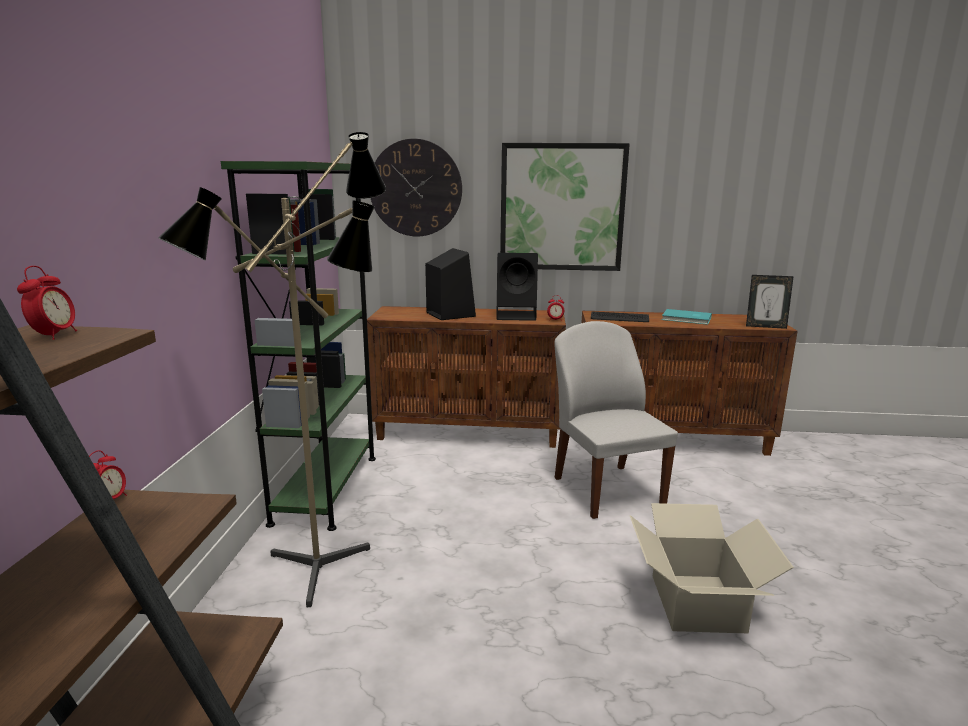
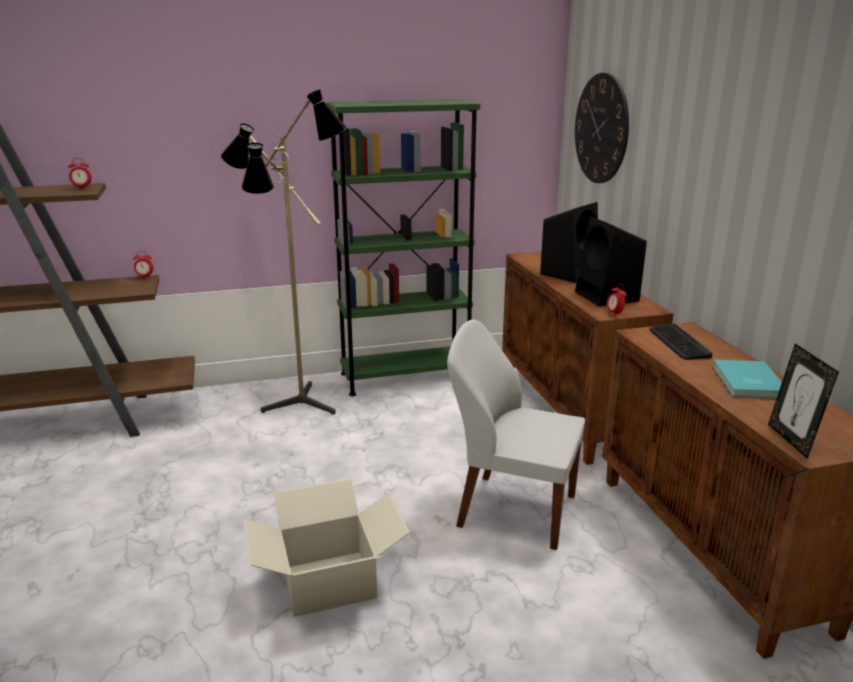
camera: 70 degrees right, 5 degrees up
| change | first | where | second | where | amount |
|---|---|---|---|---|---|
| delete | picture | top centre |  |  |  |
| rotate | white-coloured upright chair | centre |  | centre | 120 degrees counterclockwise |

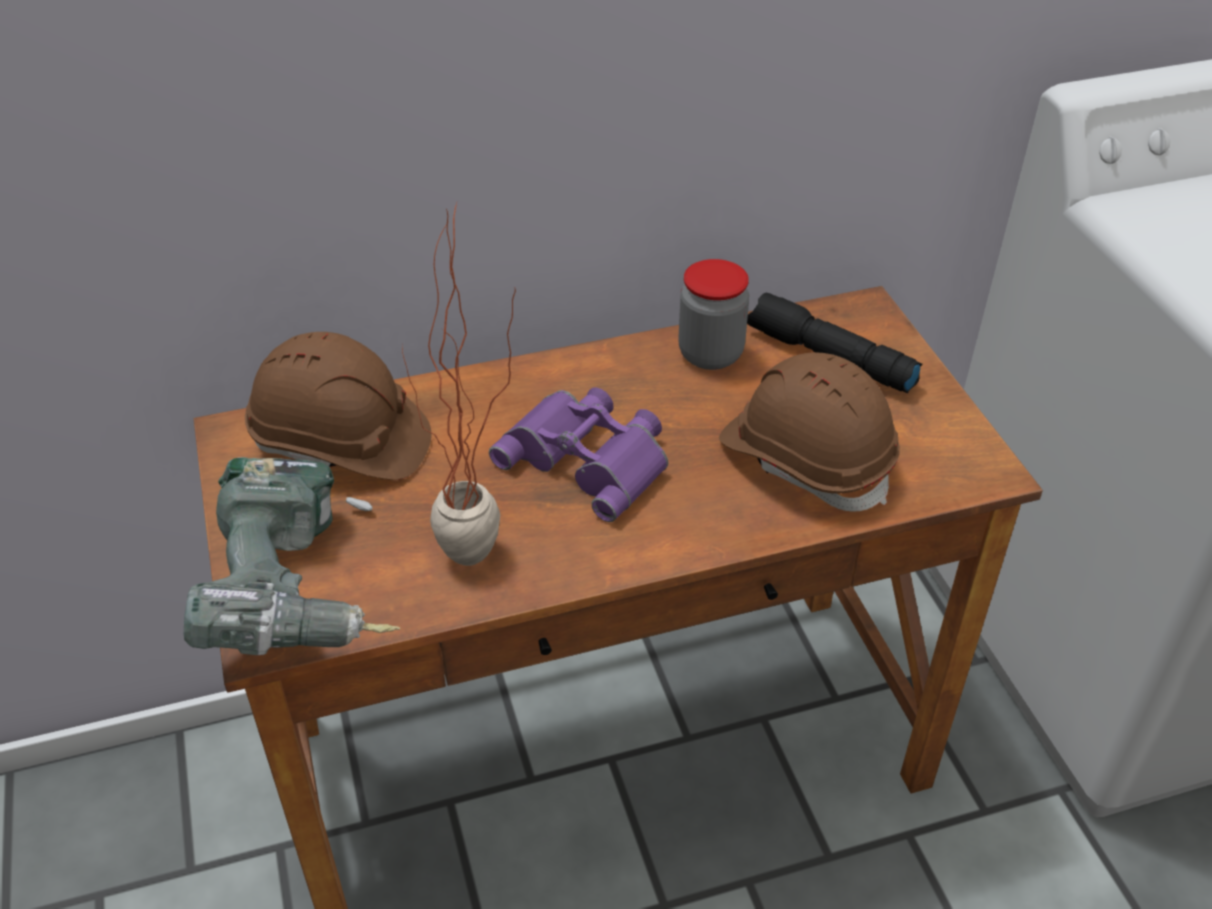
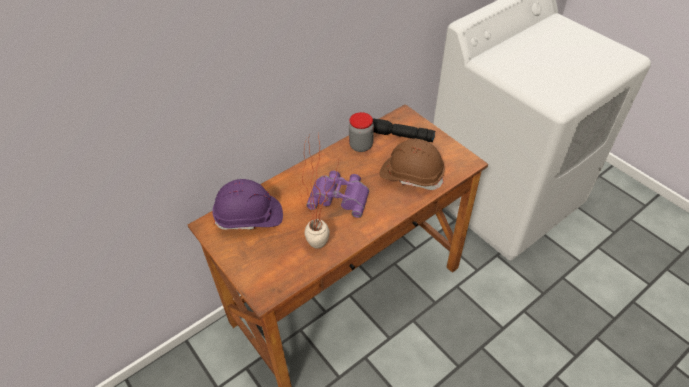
camera: 20 degrees left, 5 degrees up
| change | first | where | second | where | amount |
|---|---|---|---|---|---|
| recolor | brown work helmet (1st from left) | middle left | purple-coloured work helmet | centre |  |
| delete | drill | middle left |  |  |  |

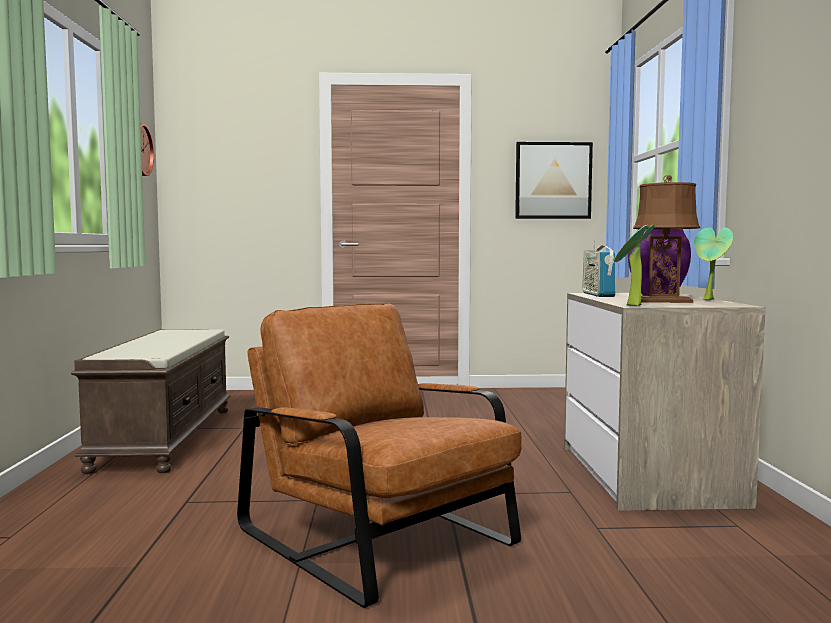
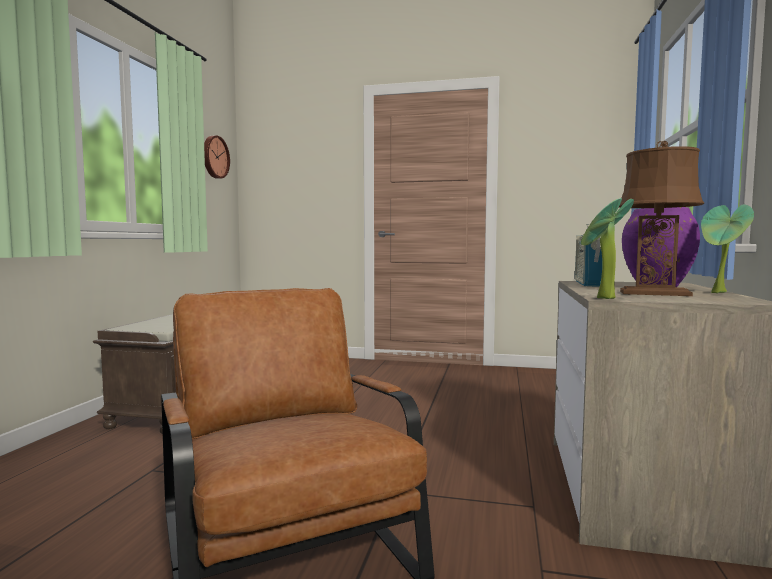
camera: 15 degrees right, 0 degrees up
| change | first | where | second | where | amount |
|---|---|---|---|---|---|
| delete | picture | top right |  |  |  |

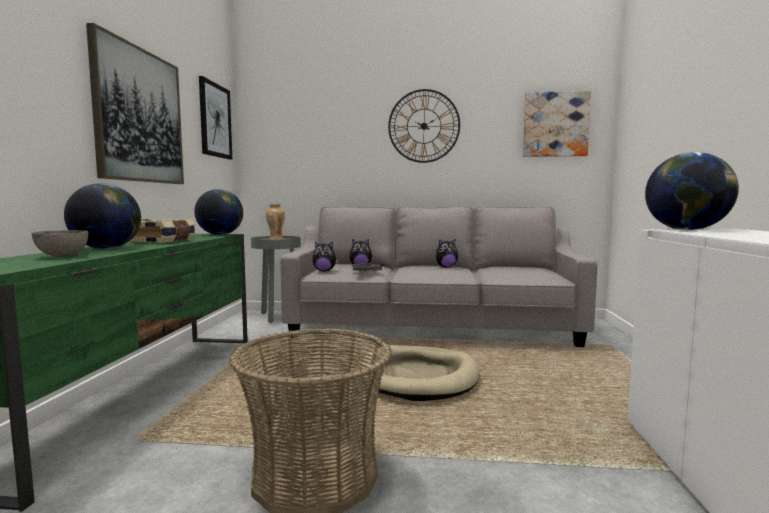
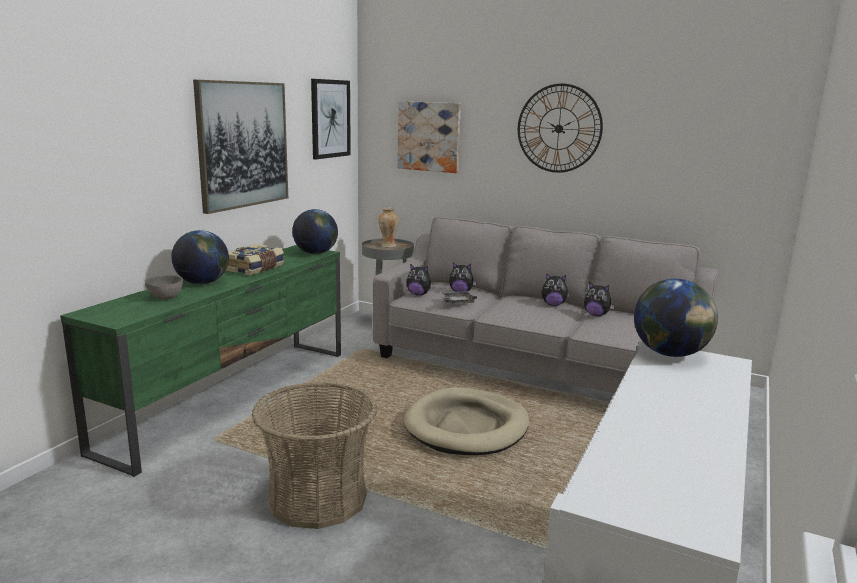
camera: 20 degrees right, 10 degrees up
| change | first | where | second | where | amount |
|---|---|---|---|---|---|
| move | picture (3rd from left) | top right |  | top centre |  |
| insert |  |  | cuddly toy (4th from left) | middle right |  |

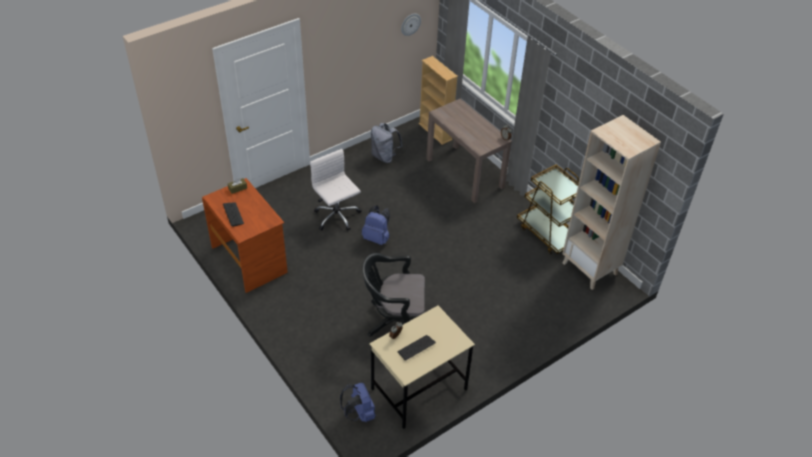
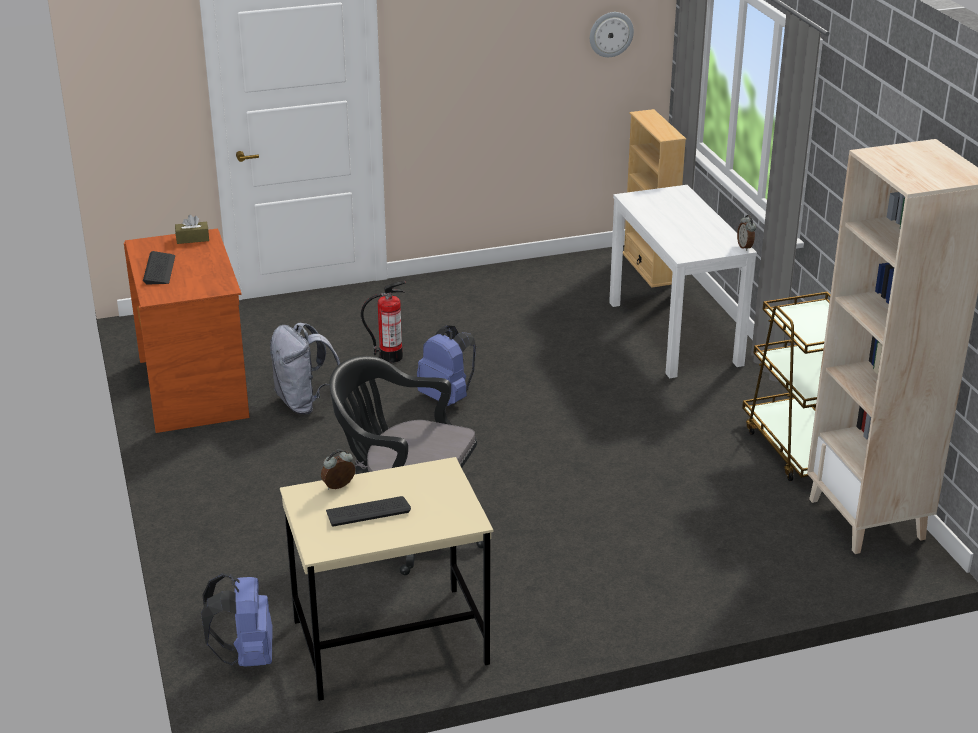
camera: 20 degrees right, 15 degrees down
| change | first | where | second | where | amount |
|---|---|---|---|---|---|
| recolor | brown hall table | top centre | white-coloured hall table | middle right |  |
| move | grey rucksack | top centre |  | middle left |  |
| replace | white-coloured computer chair | centre | extinguisher | centre |  |

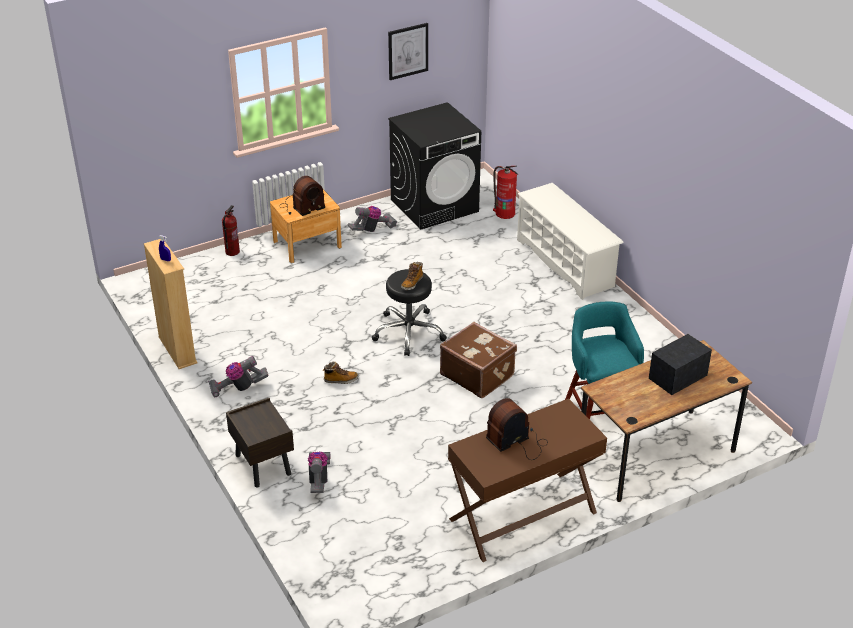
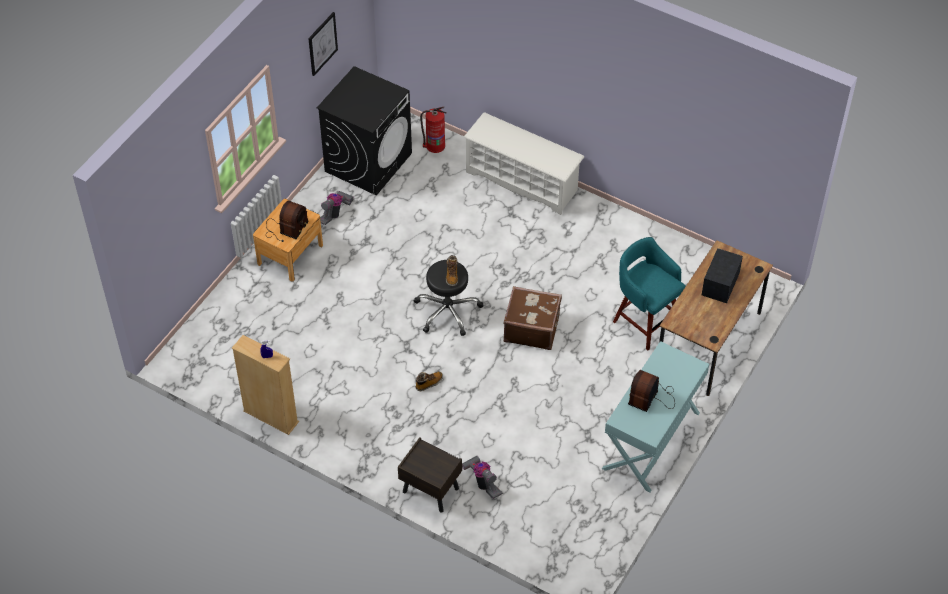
camera: 30 degrees left, 15 degrees up
| change | first | where | second | where | amount |
|---|---|---|---|---|---|
| delete | extinguisher (1st from left) | middle left |  |  |  |
| delete | vacuum cleaner (1st from left) | middle left |  |  |  |
| recolor | brown hall table | bottom centre | turquoise hall table | bottom right |  |

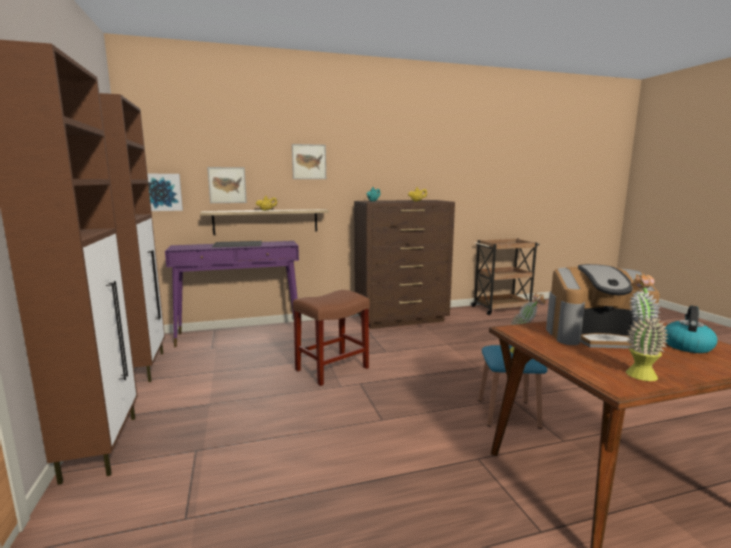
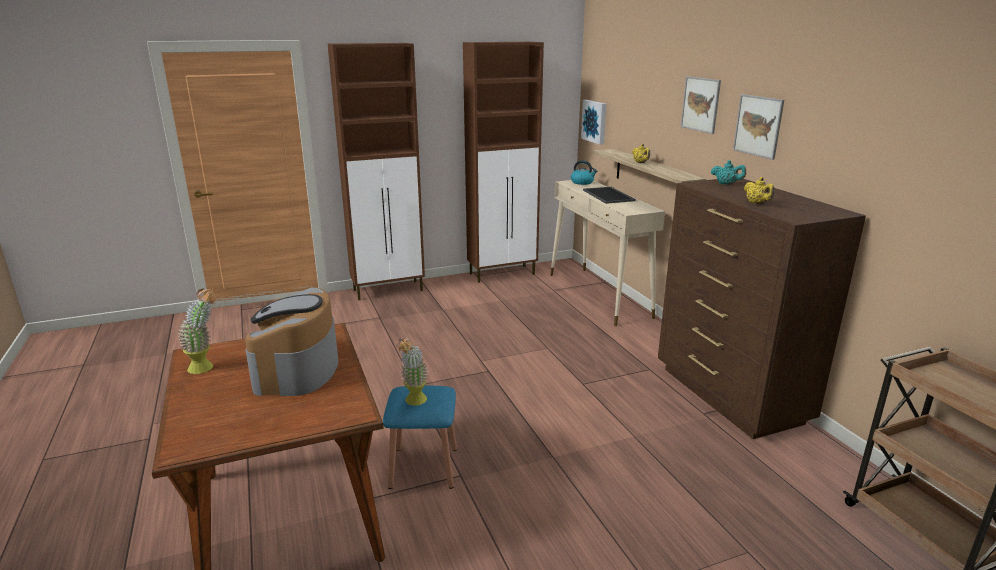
camera: 85 degrees right, 10 degrees up
| change | first | where | second | where | amount |
|---|---|---|---|---|---|
| move | picture (2nd from left in the first image) | middle left | picture (3rd from left) | top right |  |
| recolor | purple-coloured hall table | middle left | sand-coloured hall table | centre |  |
| delete | brown stool | centre |  |  |  |
| move | kettle | middle right |  | top centre |  |

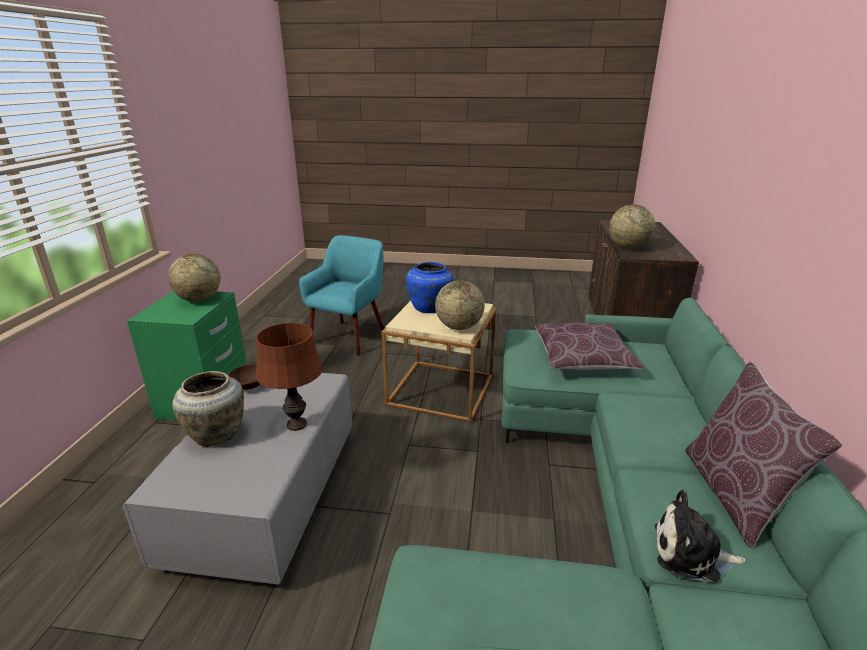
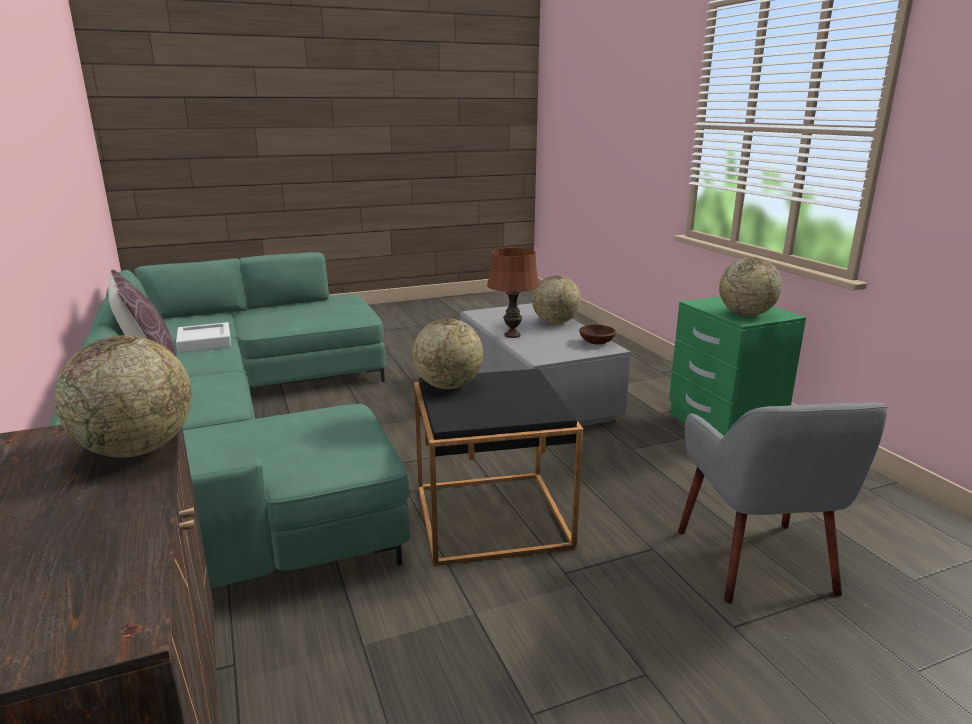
camera: 150 degrees right, 5 degrees down
| change | first | where | second | where | amount |
|---|---|---|---|---|---|
| recolor | turquoise easy chair | centre | grey easy chair | bottom right |  |
| delete | blue vase | centre |  |  |  |
| recolor | sand-coloured end table | centre | black-coloured end table | centre |  |
| delete | brown throw pillow (1st from left) | middle right |  |  |  |
| replace | sand-coloured vase | middle left | desk globe (3rd from left) | centre |  |
| replace | cuddly toy | bottom right | grey carrying tray | middle left |  |

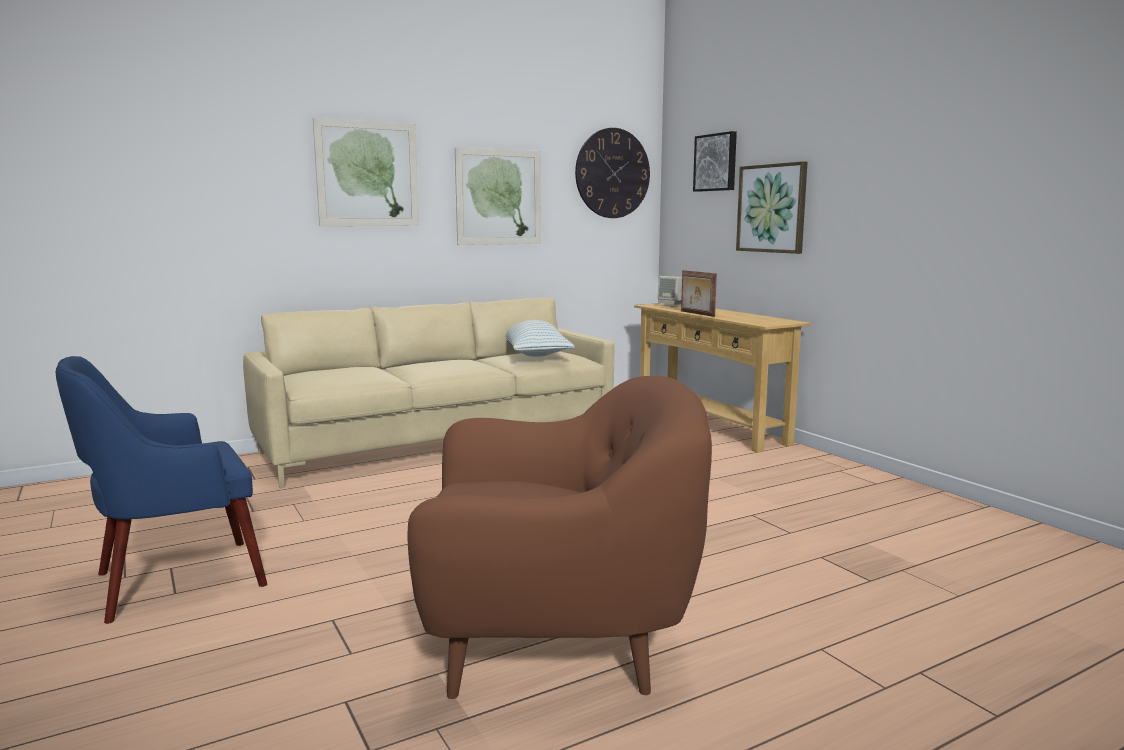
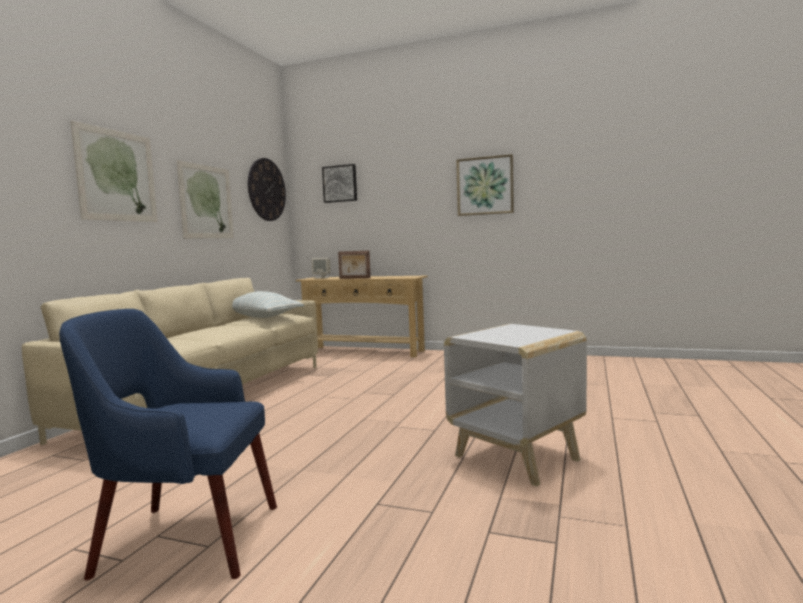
camera: 40 degrees left, 5 degrees down
| change | first | where | second | where | amount |
|---|---|---|---|---|---|
| move | picture (4th from left) | top right |  | top centre |  |
| rotate | blue easy chair | middle left |  | bottom left | 75 degrees clockwise |
| replace | brown easy chair | bottom centre | white-coloured end table | bottom centre |  |

